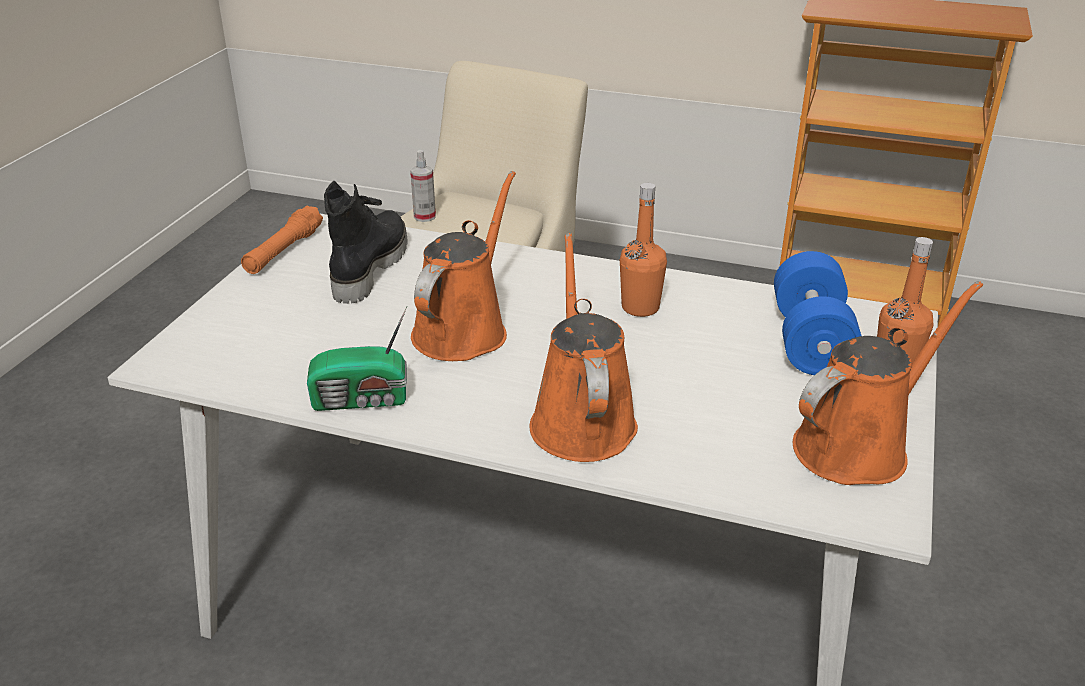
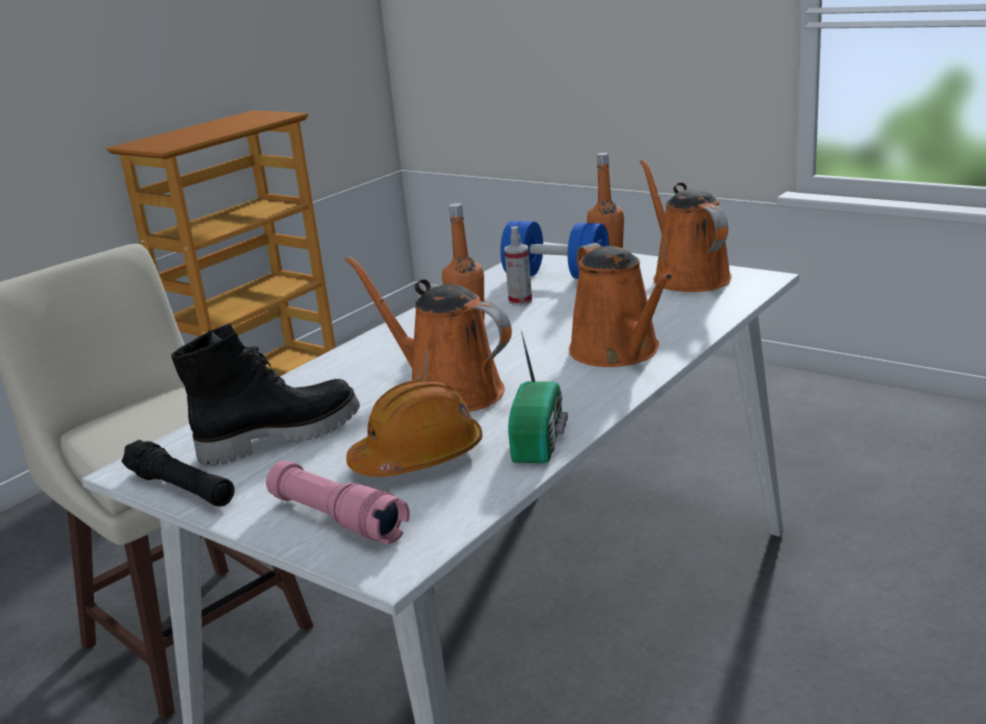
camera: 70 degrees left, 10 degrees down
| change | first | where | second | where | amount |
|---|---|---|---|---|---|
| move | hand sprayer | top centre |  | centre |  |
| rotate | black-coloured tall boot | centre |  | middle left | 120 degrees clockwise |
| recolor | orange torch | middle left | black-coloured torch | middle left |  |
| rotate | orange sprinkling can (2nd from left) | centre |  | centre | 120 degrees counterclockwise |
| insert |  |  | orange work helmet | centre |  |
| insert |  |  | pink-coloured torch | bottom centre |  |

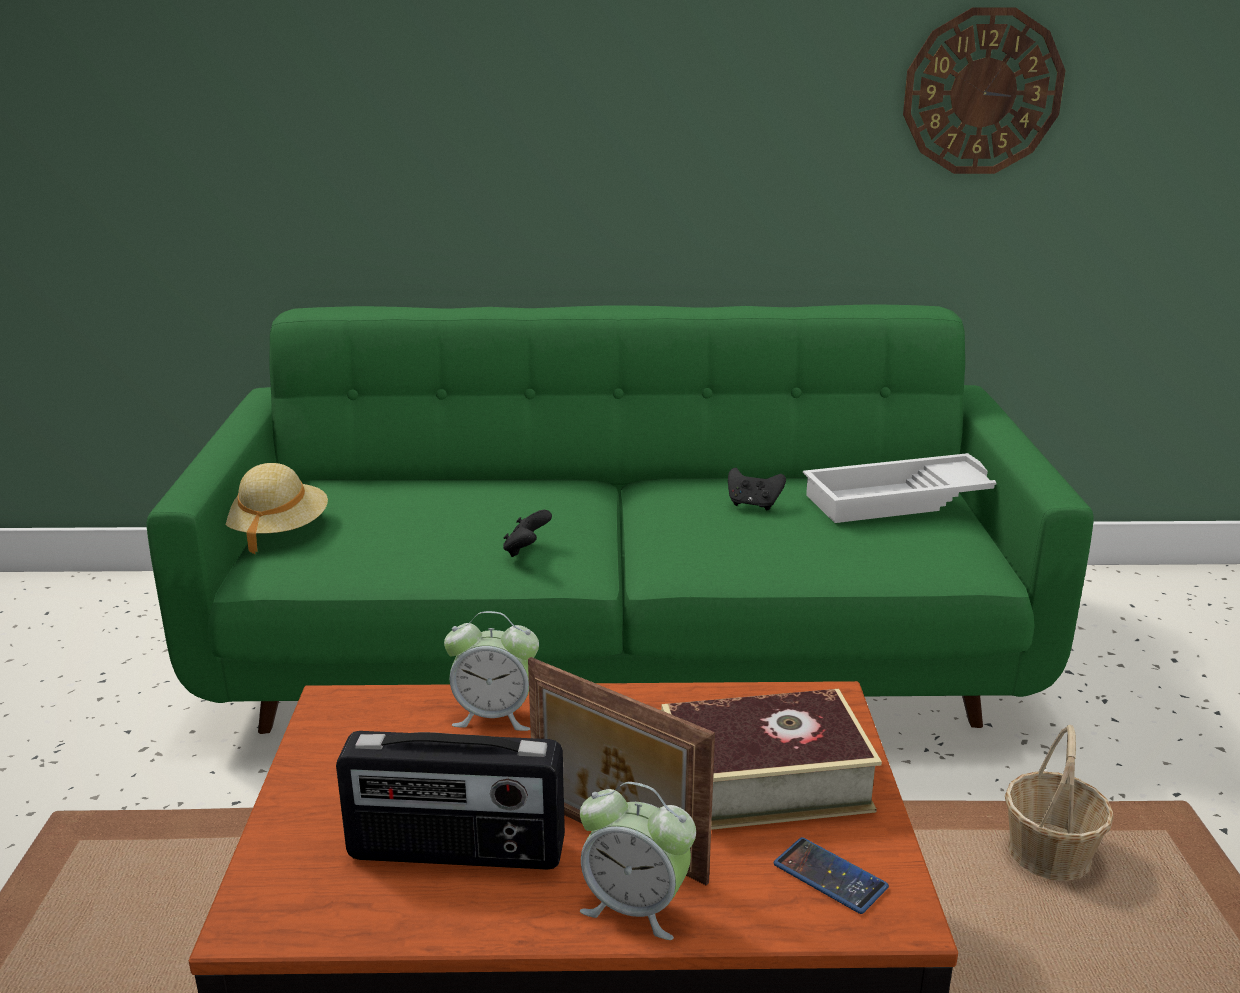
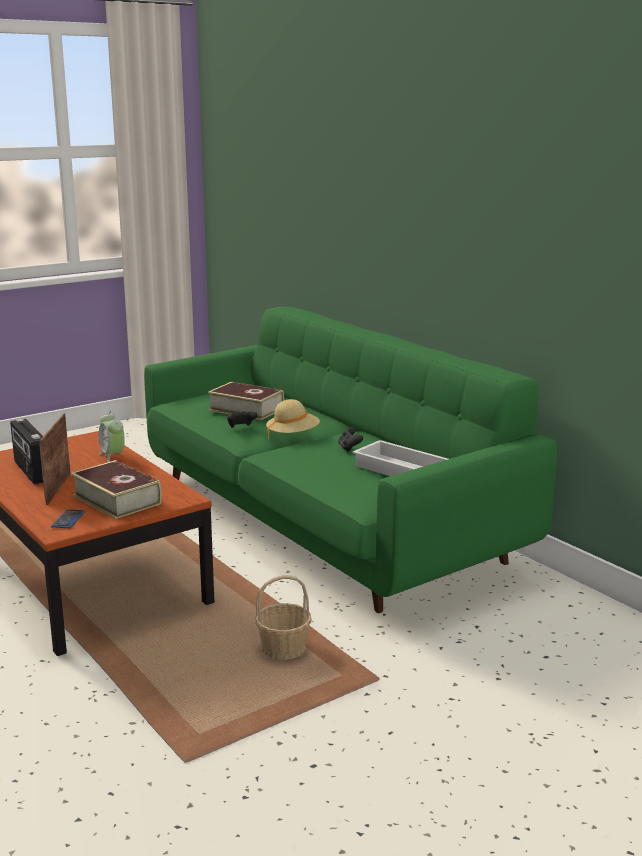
camera: 55 degrees right, 5 degrees down
| change | first | where | second | where | amount |
|---|---|---|---|---|---|
| delete | wall clock | top right |  |  |  |
| move | sand-coloured wearable hat | middle left |  | centre |  |
| delete | table clock (2nd from left) | bottom centre |  |  |  |
| insert |  |  | volume (2nd from left) | centre |  |

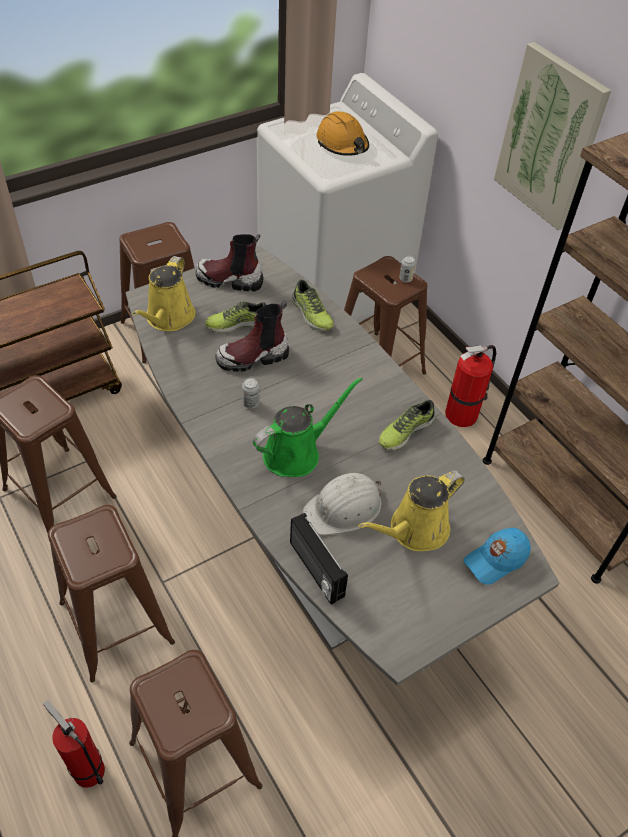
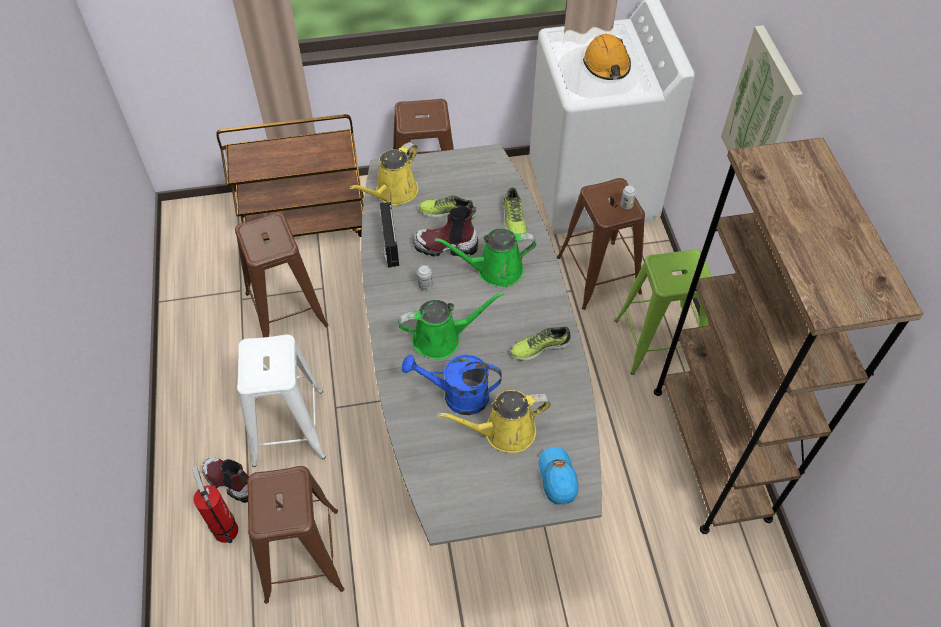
camera: 25 degrees right, 5 degrees up
| change | first | where | second | where | amount |
|---|---|---|---|---|---|
| move | tall boot (1st from left) | top centre |  | bottom left |  |
| replace | extinguisher (2nd from left) | middle right | greenish stool | middle right |  |
| replace | white-coloured work helmet | centre | blue sprinkling can | centre |  |
| recolor | brown stool (2nd from left) | bottom left | white-coloured stool | middle left |  |
| move | radio receiver | bottom centre |  | centre |  |
| rotate | blue baseball cap | middle right |  | bottom centre | 90 degrees clockwise |
| insert |  |  | greenish sprinkling can (2nd from left) | centre |  |

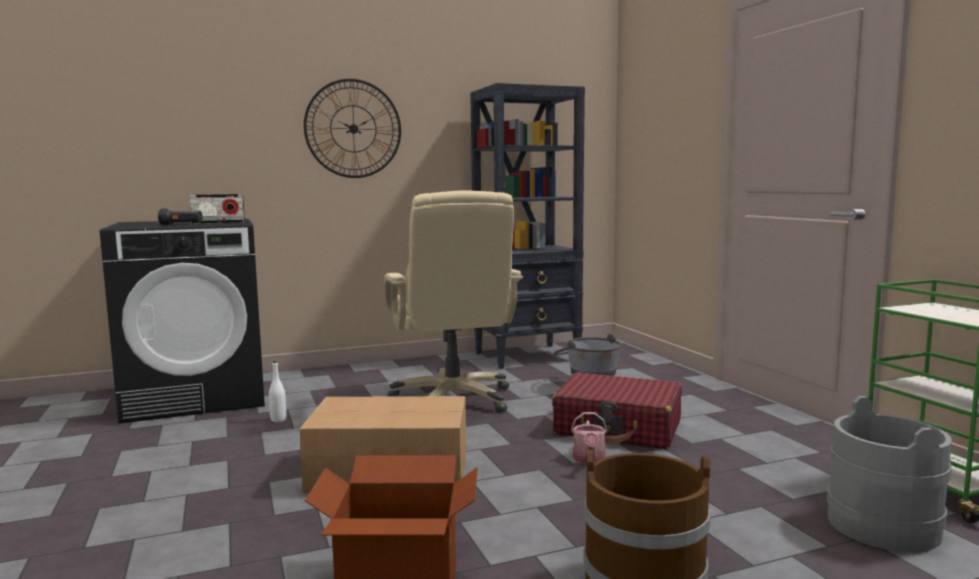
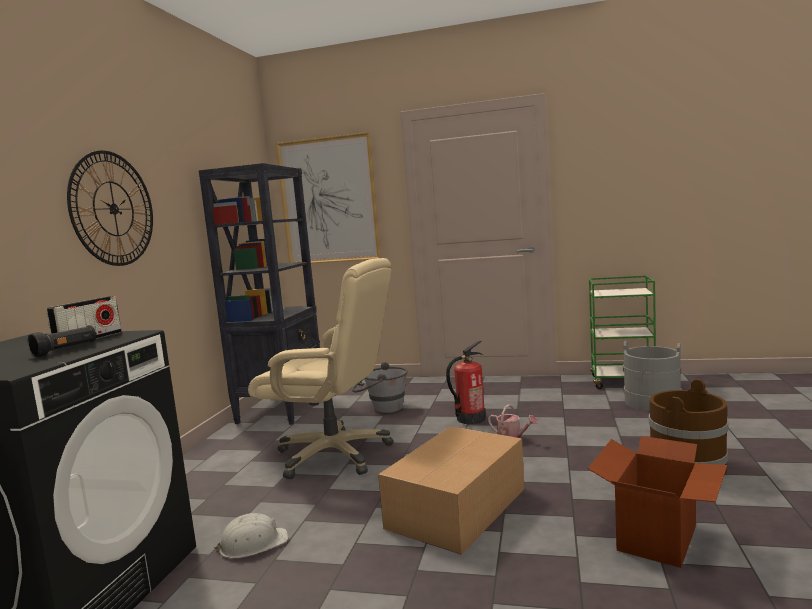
camera: 55 degrees left, 0 degrees up
| change | first | where | second | where | amount |
|---|---|---|---|---|---|
| replace | white-coloured drink bottle | bottom left | white-coloured work helmet | bottom left |  |
| replace | red suitcase | bottom centre | extinguisher | centre |  |
| insert |  |  | picture | top centre |  |

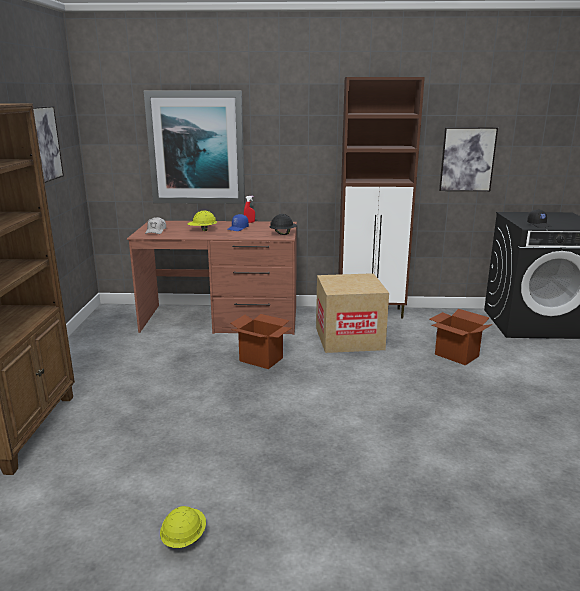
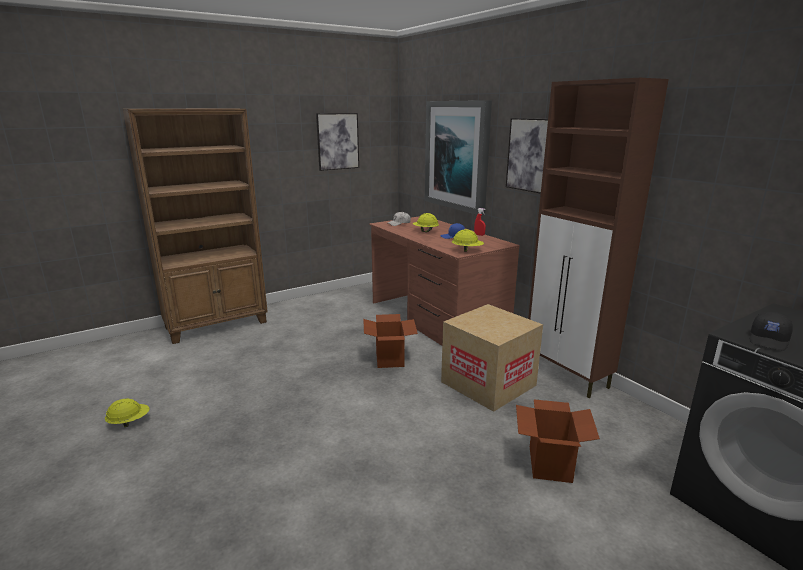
camera: 55 degrees right, 0 degrees up
| change | first | where | second | where | amount |
|---|---|---|---|---|---|
| move | picture (3rd from left) | top right |  | top centre |  |
| recolor | black-coloured work helmet | centre | yellow work helmet (3rd from left) | centre |  |

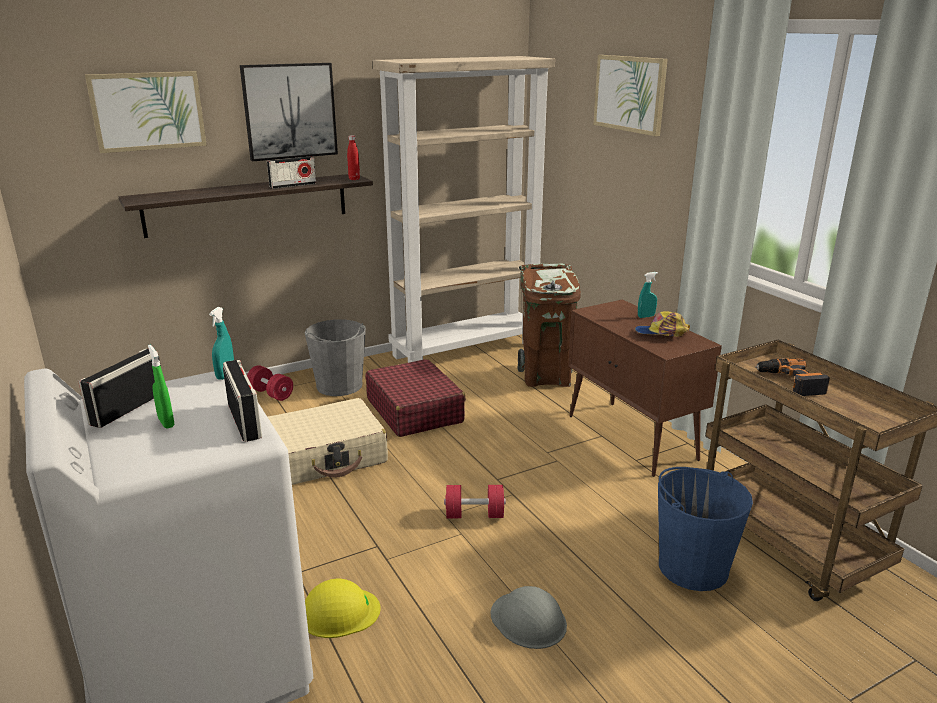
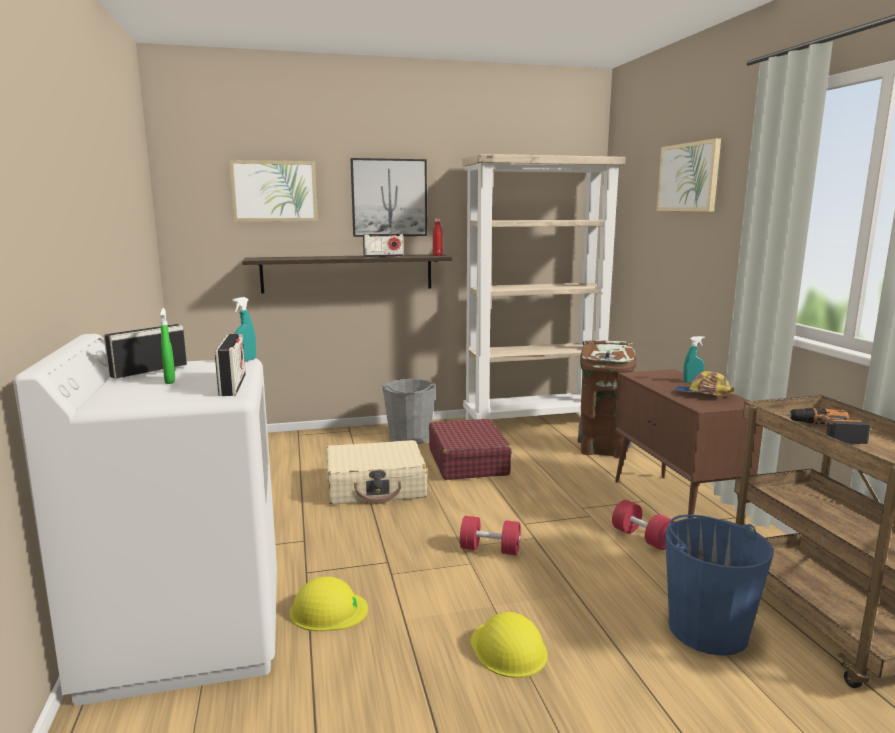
camera: 15 degrees right, 10 degrees down
| change | first | where | second | where | amount |
|---|---|---|---|---|---|
| move | red dumbbell (1st from left in the first image) | middle left | red dumbbell (2nd from left) | bottom right |  |
| recolor | grey work helmet | bottom centre | yellow work helmet (2nd from left) | bottom centre |  |

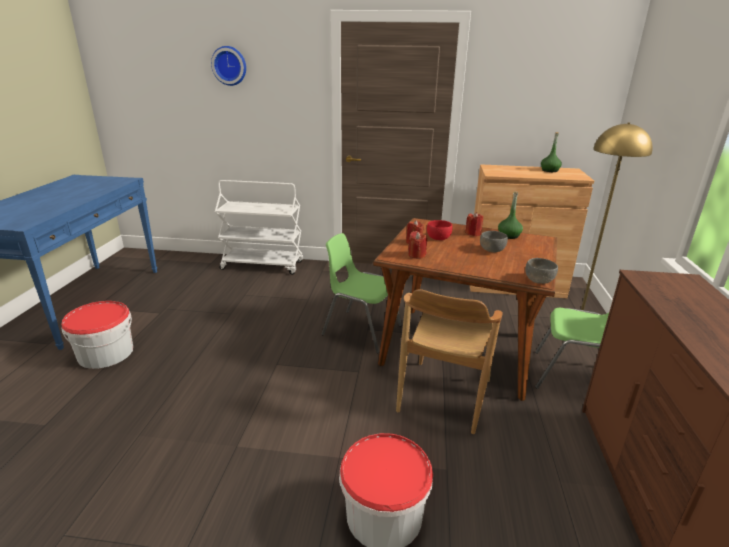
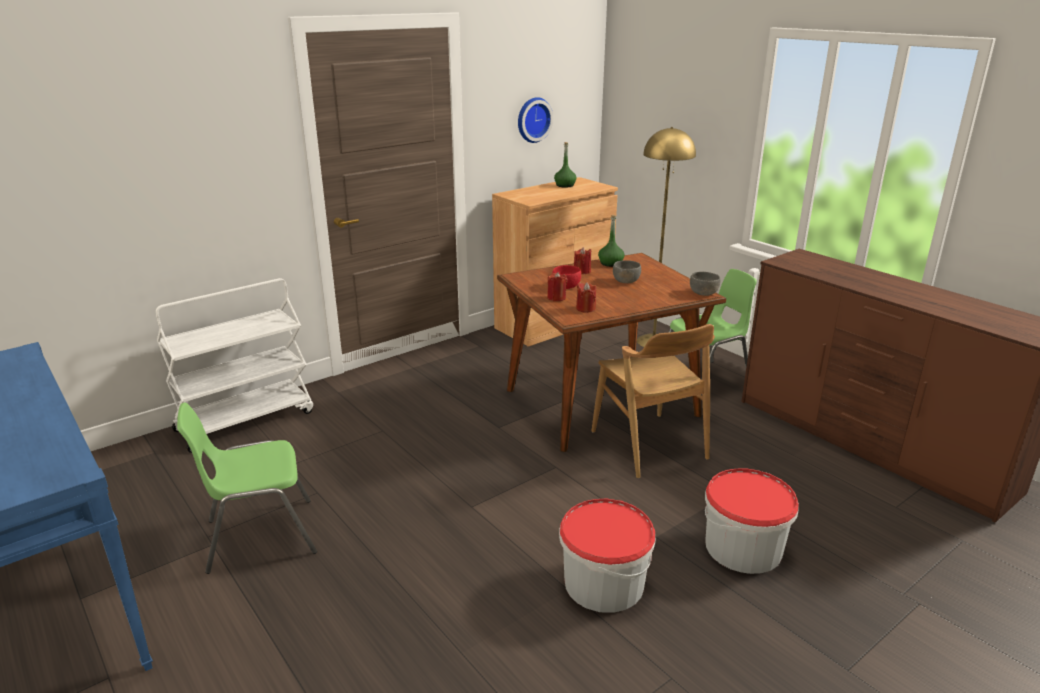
camera: 45 degrees left, 0 degrees up
| change | first | where | second | where | amount |
|---|---|---|---|---|---|
| move | wall clock | top left |  | top centre |  |
| move | greenish upright chair (1st from left) | centre |  | bottom left |  |
| move | bucket (1st from left) | middle left |  | bottom centre |  |

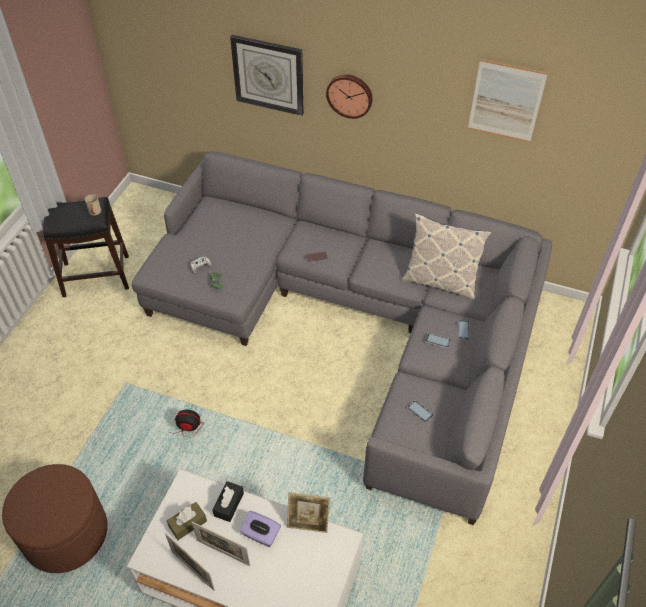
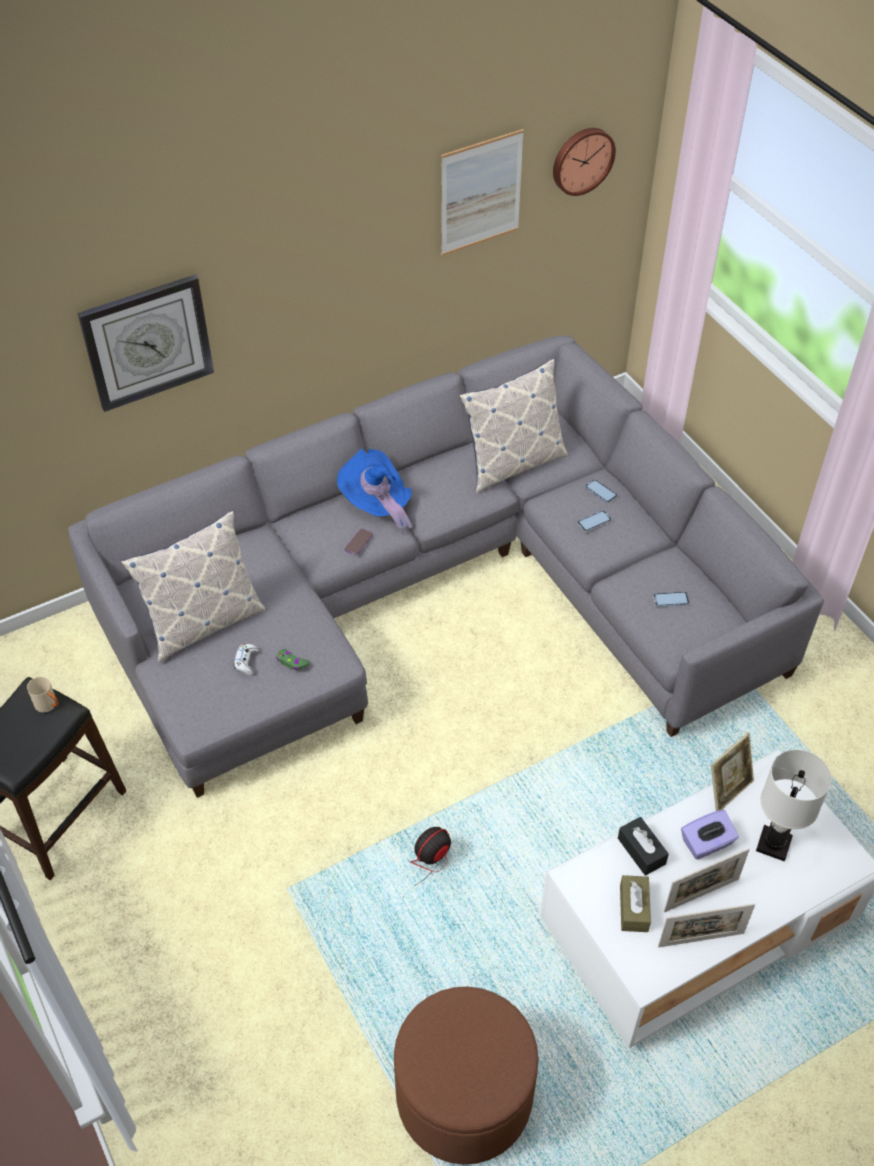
camera: 50 degrees left, 0 degrees up
| change | first | where | second | where | amount |
|---|---|---|---|---|---|
| move | wall clock (2nd from left) | top centre |  | top right |  |
| insert |  |  | blue wearable hat | centre |  |
| insert |  |  | throw pillow (1st from left) | middle left |  |
| insert |  |  | white-coloured lamp for a table | bottom right |  |

